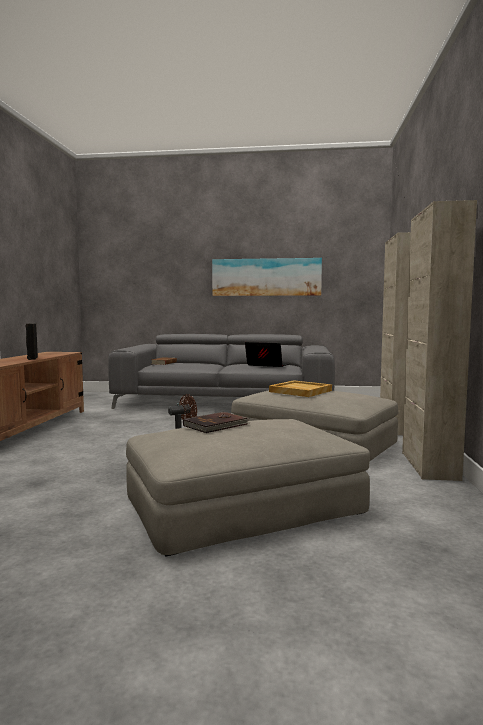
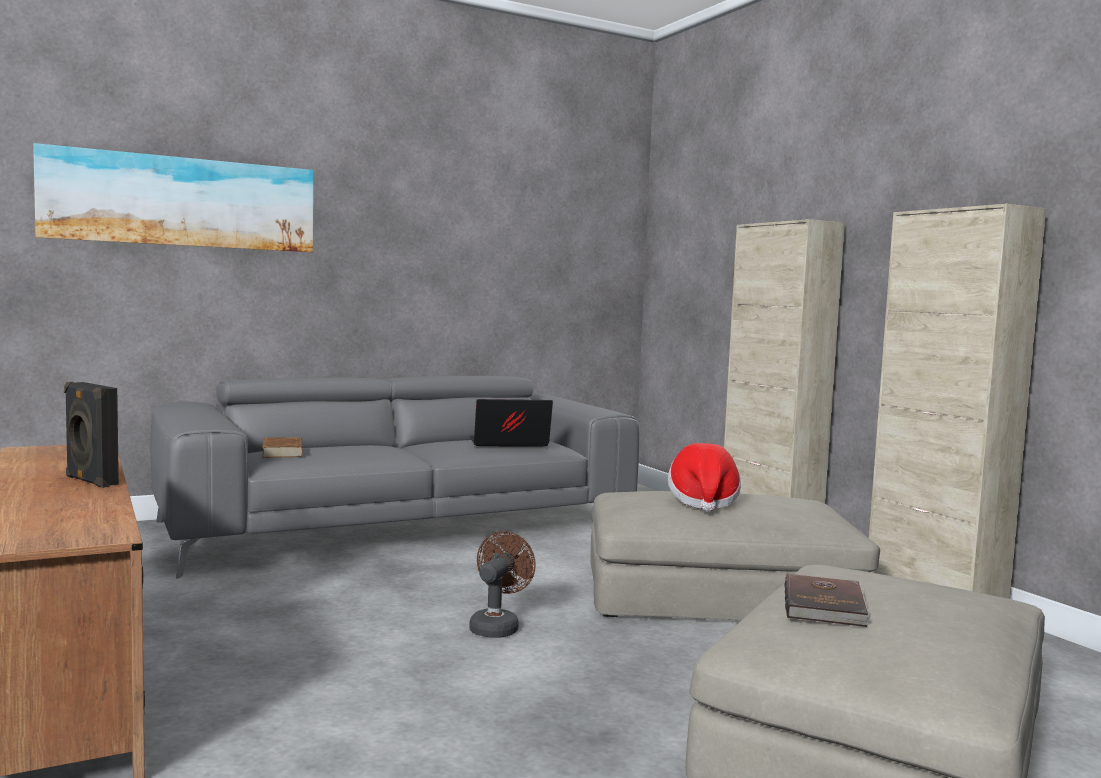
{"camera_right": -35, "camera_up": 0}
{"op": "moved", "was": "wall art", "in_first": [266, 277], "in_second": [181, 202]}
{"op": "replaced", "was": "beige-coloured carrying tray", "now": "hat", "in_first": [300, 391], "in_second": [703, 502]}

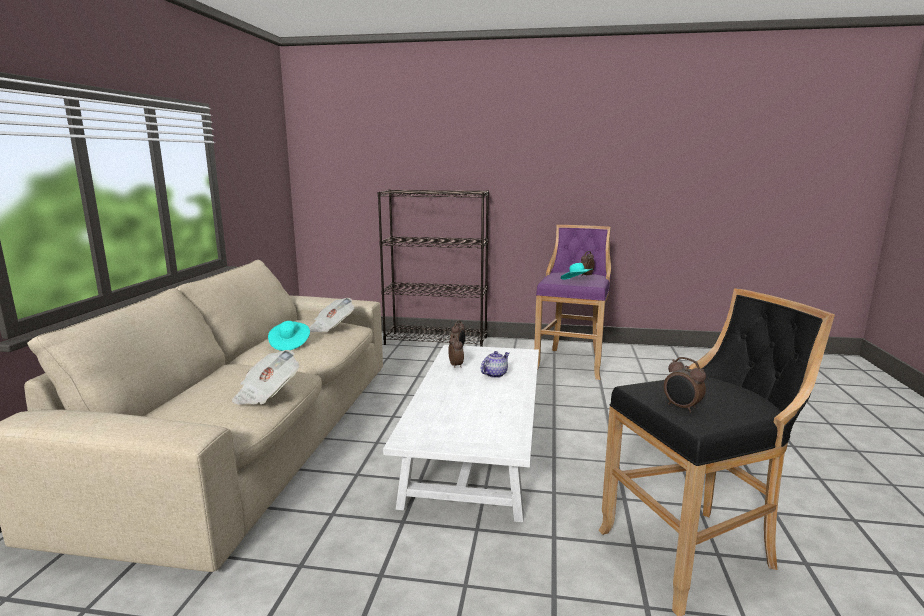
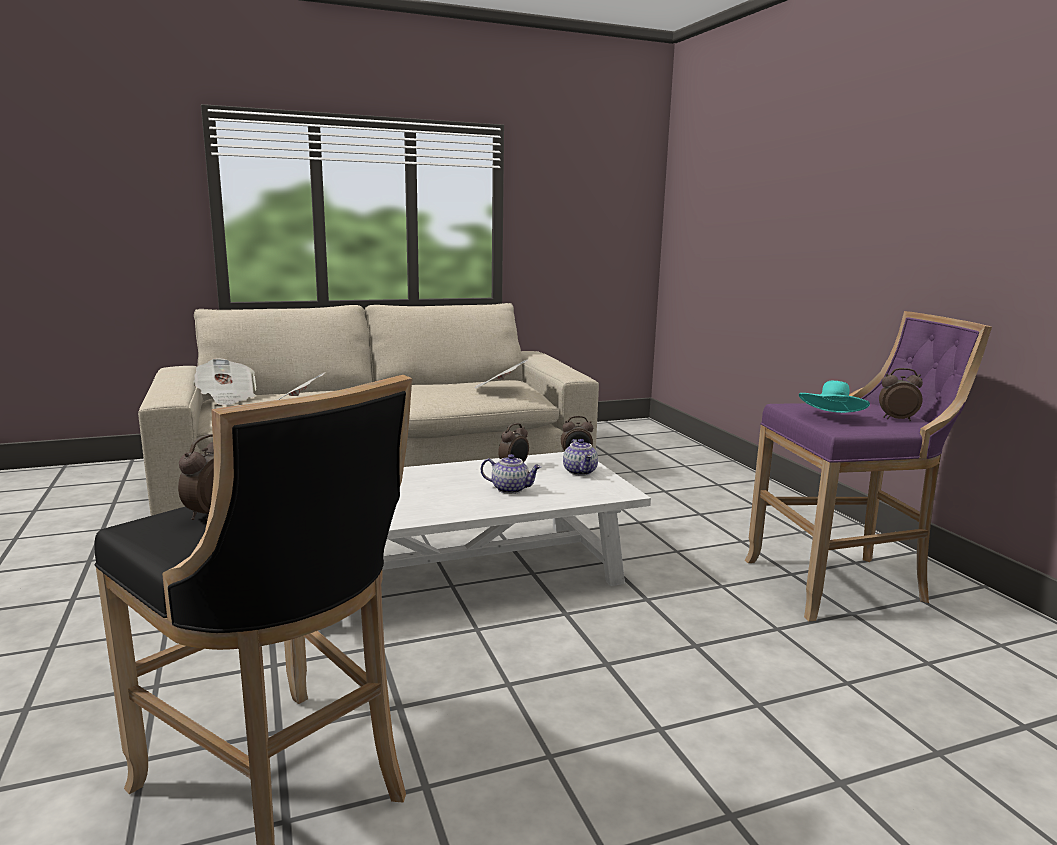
{"camera_right": 60, "camera_up": 0}
{"op": "removed", "was": "turquoise-coloured hat", "in_first": [289, 344]}
{"op": "removed", "was": "blackish bookshelf", "in_first": [436, 341]}
{"op": "added", "now": "newspaper", "in_second": [227, 398]}
{"op": "added", "now": "pot for tea", "in_second": [580, 472]}

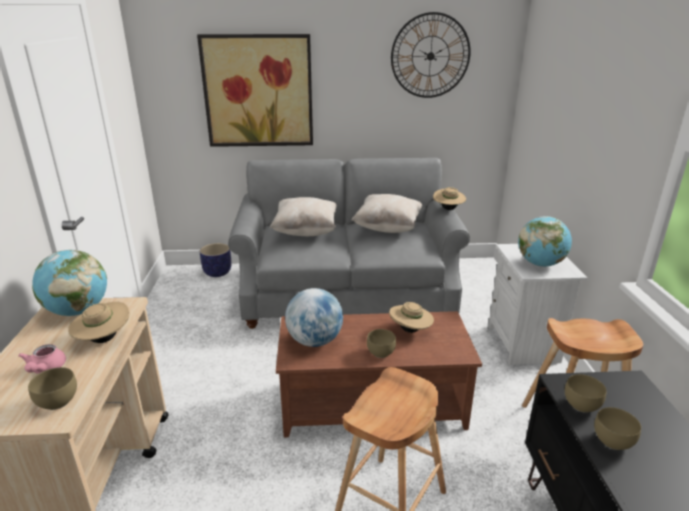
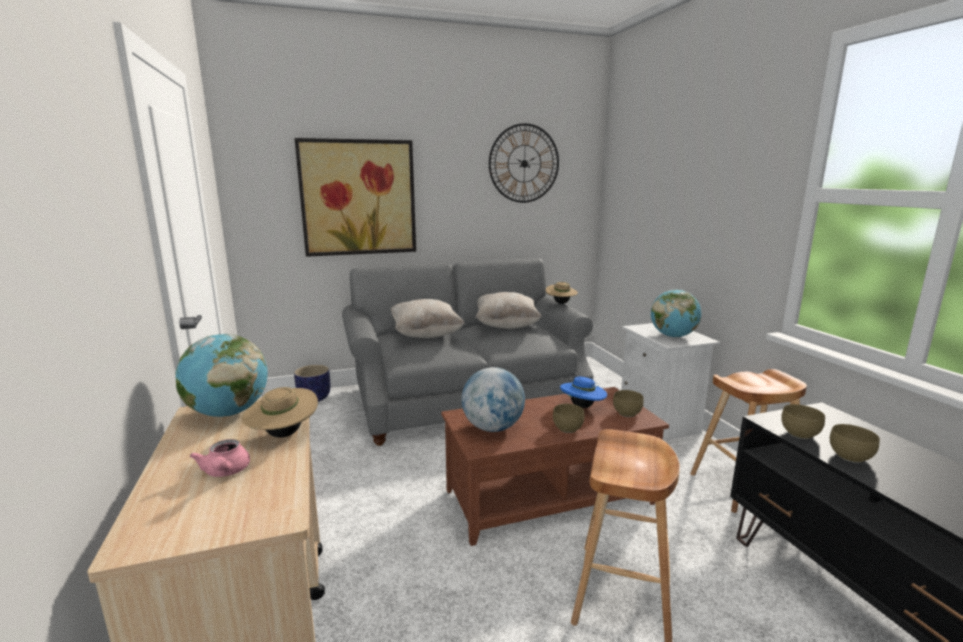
{"camera_right": -15, "camera_up": -10}
{"op": "moved", "was": "brown-coloured serving bowl", "in_first": [58, 401], "in_second": [626, 413]}
{"op": "recoloured", "was": "beige-coloured hat", "now": "blue hat", "in_first": [410, 330], "in_second": [582, 407]}

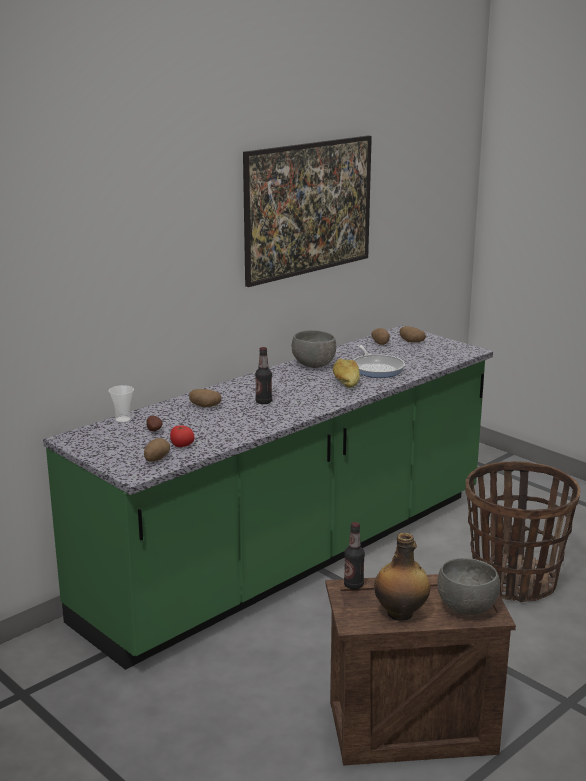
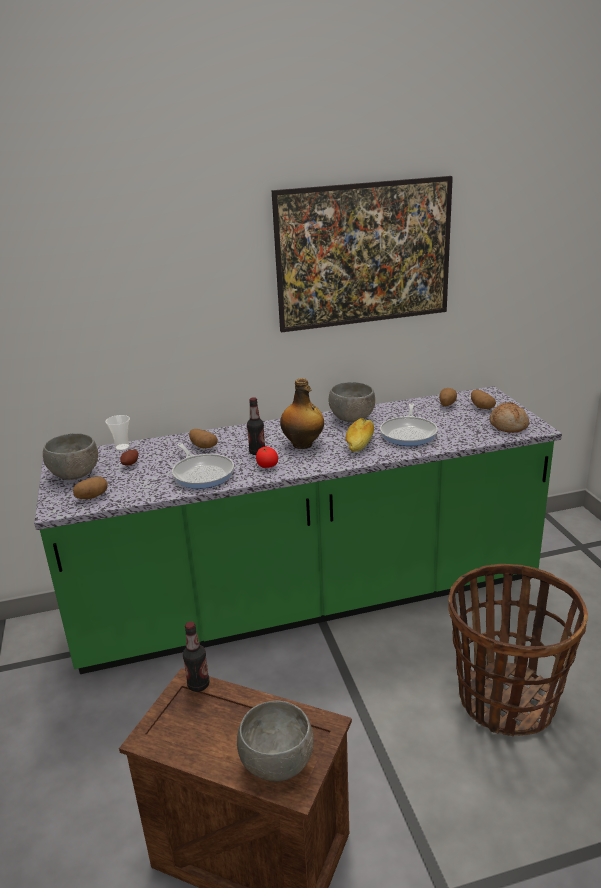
{"camera_right": 30, "camera_up": 5}
{"op": "added", "now": "gray serving bowl", "in_second": [75, 475]}
{"op": "added", "now": "pan", "in_second": [202, 473]}
{"op": "added", "now": "bread", "in_second": [508, 425]}
{"op": "moved", "was": "whole tomato", "in_first": [181, 445], "in_second": [267, 466]}
{"op": "moved", "was": "drink bottle", "in_first": [401, 613], "in_second": [303, 445]}

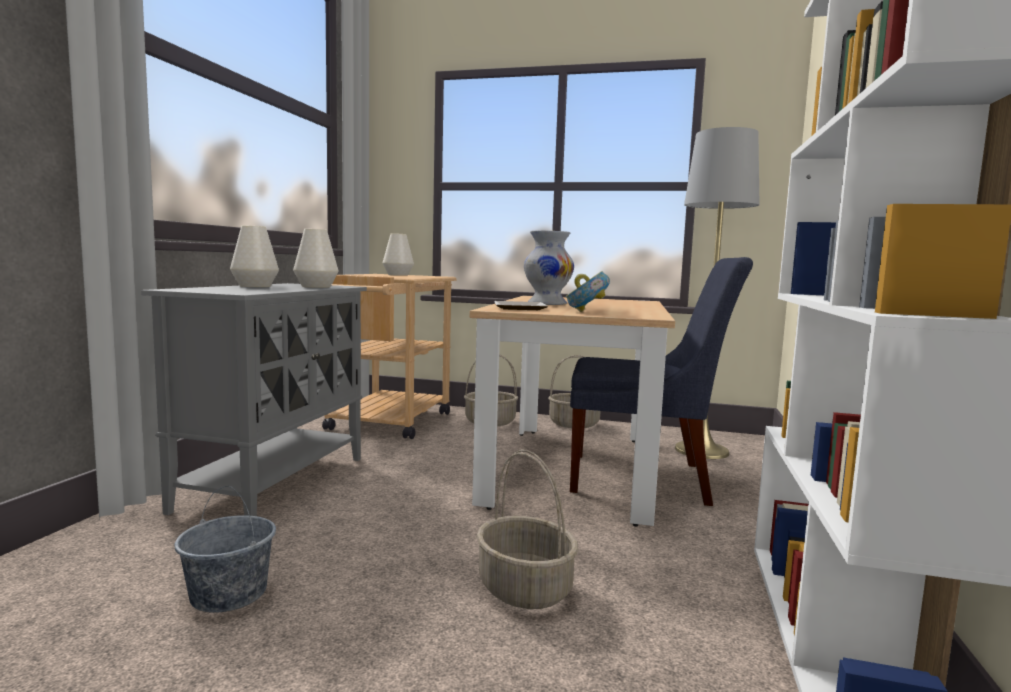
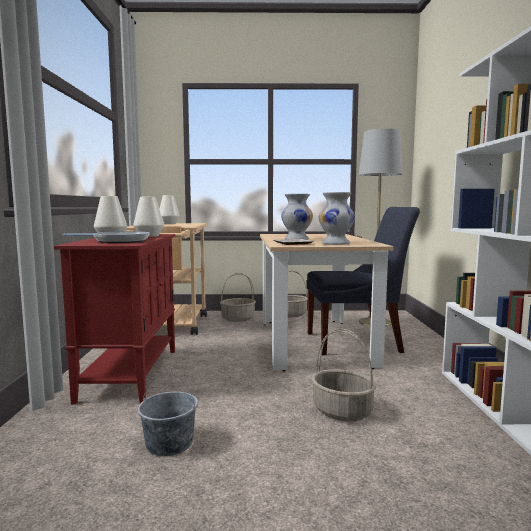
{"camera_right": -15, "camera_up": 0}
{"op": "added", "now": "pan", "in_second": [118, 241]}
{"op": "replaced", "was": "serving bowl", "now": "white-coloured decorative vase", "in_first": [586, 312], "in_second": [335, 243]}
{"op": "recoloured", "was": "gray cupboard", "now": "red-coloured cupboard", "in_first": [275, 482], "in_second": [131, 373]}

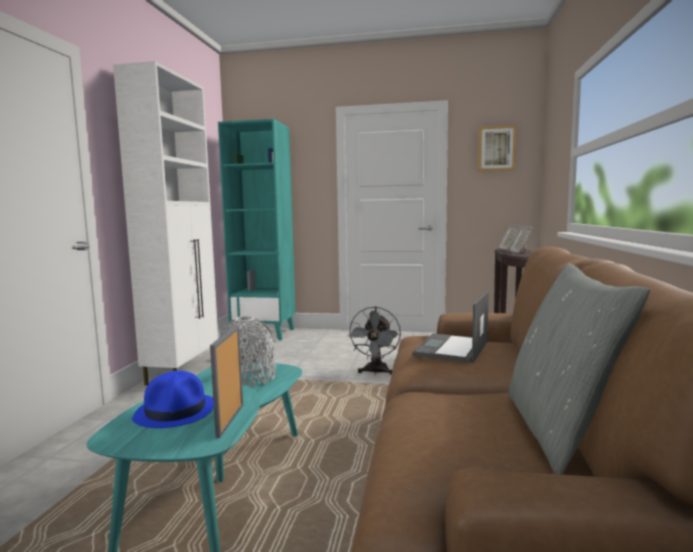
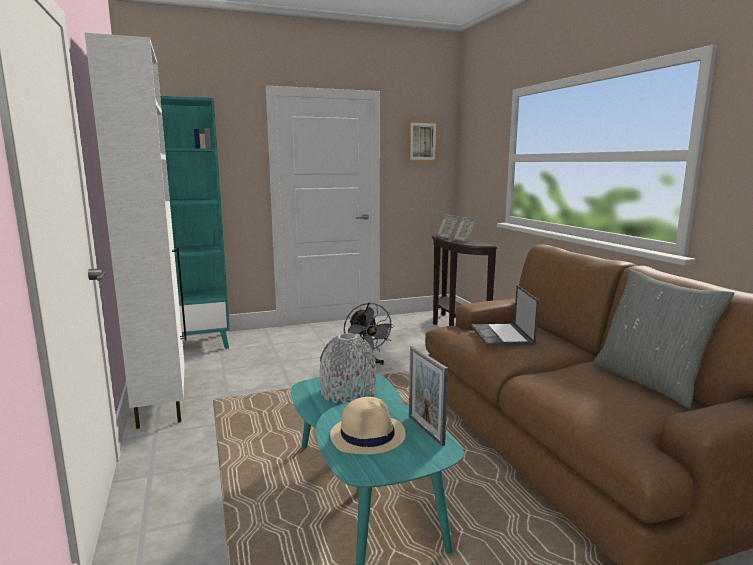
{"camera_right": -30, "camera_up": 5}
{"op": "recoloured", "was": "blue hat", "now": "beige-coloured hat", "in_first": [176, 411], "in_second": [368, 435]}

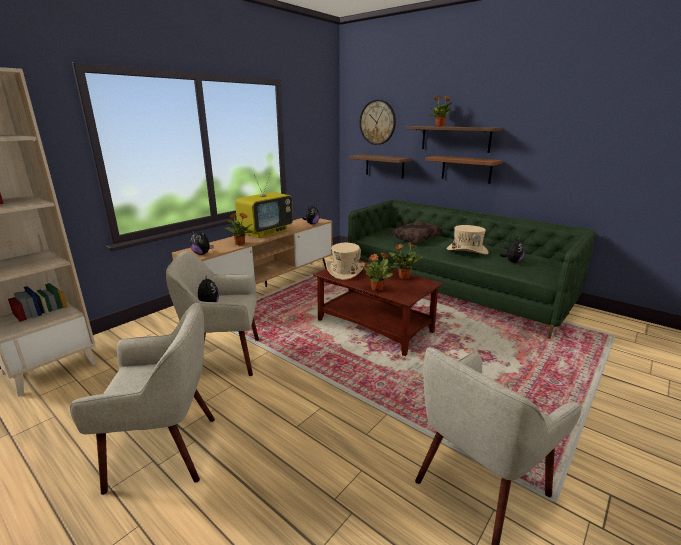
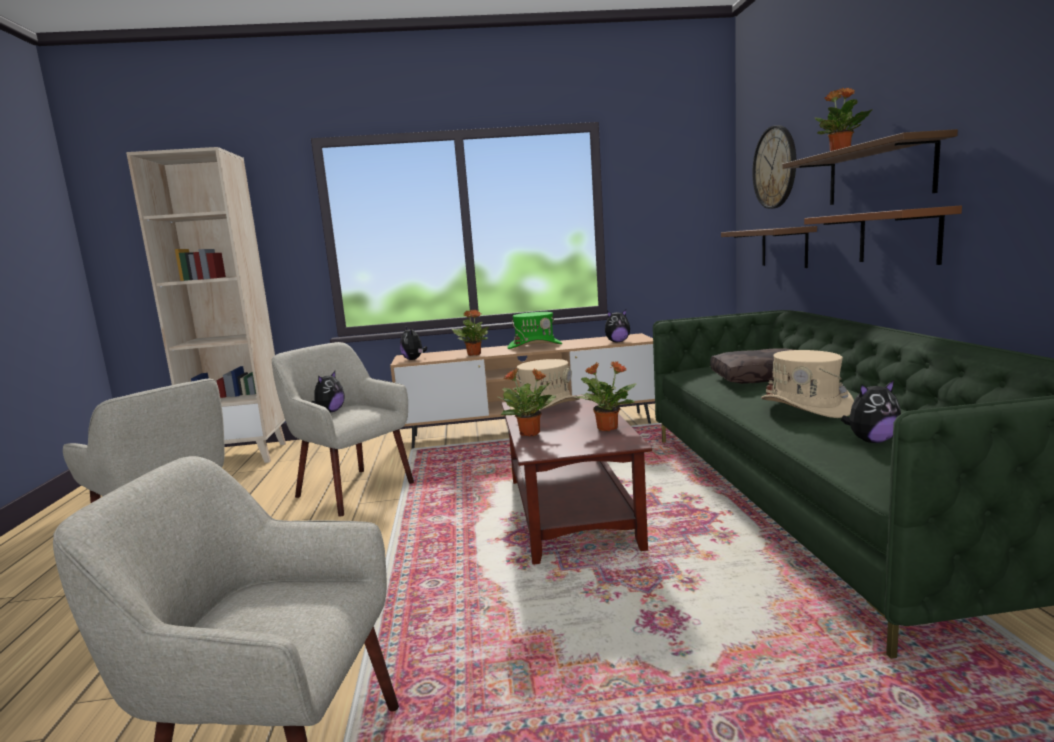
{"camera_right": 45, "camera_up": -10}
{"op": "replaced", "was": "TV", "now": "greenish hat", "in_first": [266, 232], "in_second": [535, 346]}

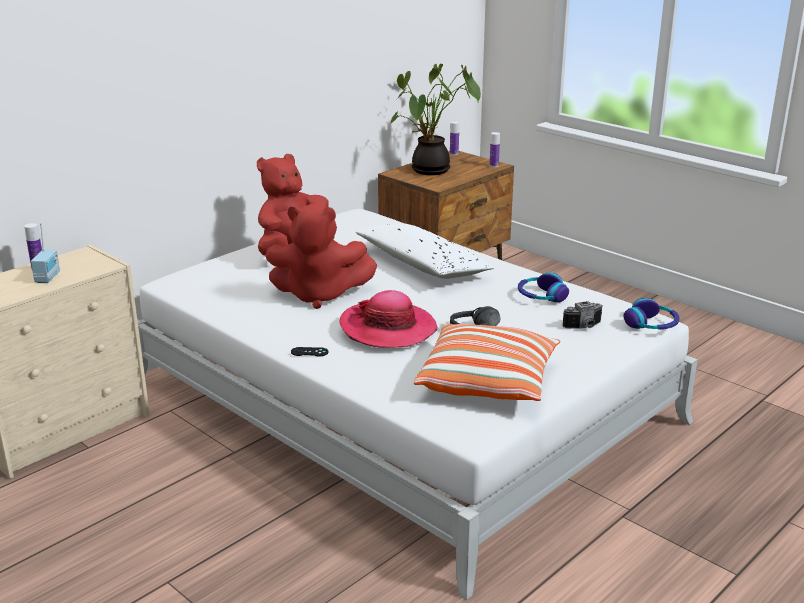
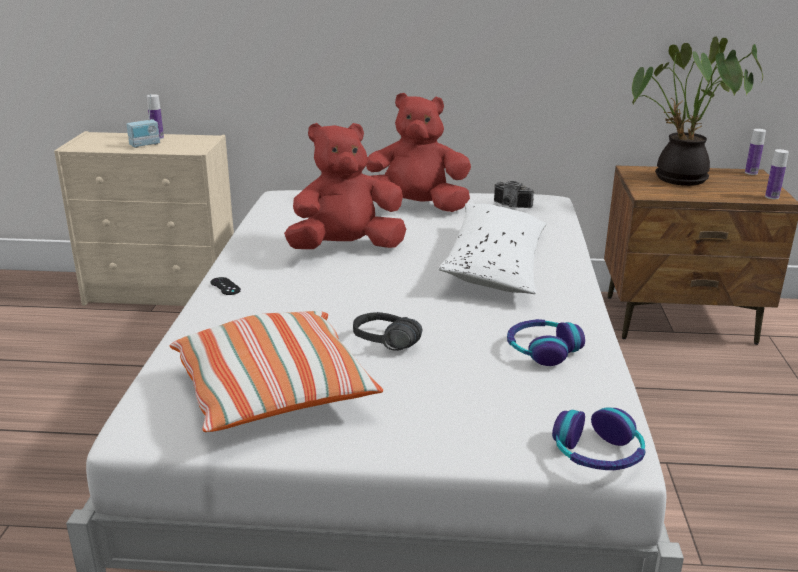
{"camera_right": 50, "camera_up": 0}
{"op": "removed", "was": "hat", "in_first": [388, 328]}
{"op": "moved", "was": "photo camera", "in_first": [584, 327], "in_second": [510, 206]}
{"op": "turned", "was": "red-coloured cuddly toy", "in_first": [319, 295], "in_second": [346, 248], "clockwise": 105}

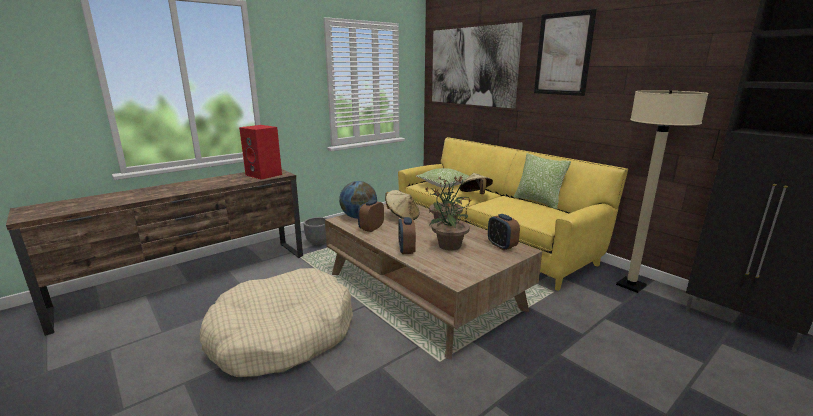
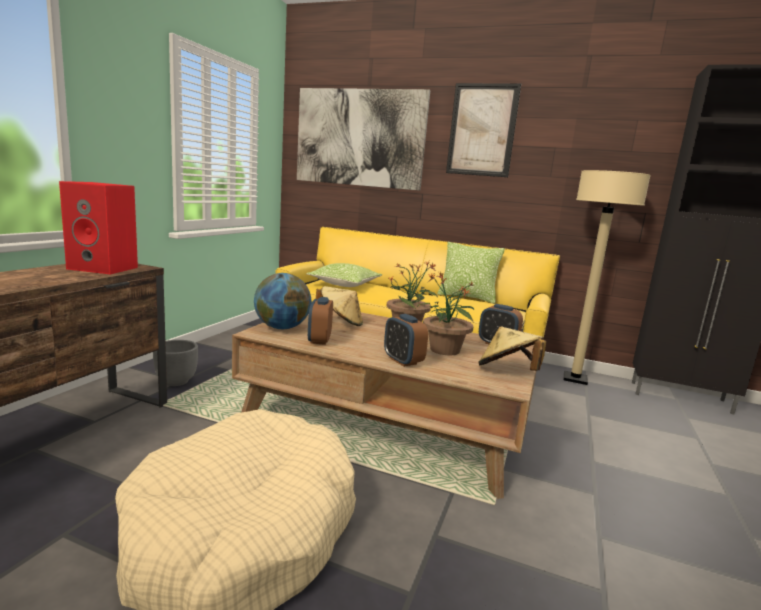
{"camera_right": -30, "camera_up": -5}
{"op": "moved", "was": "beige-coloured hat", "in_first": [475, 195], "in_second": [507, 371]}

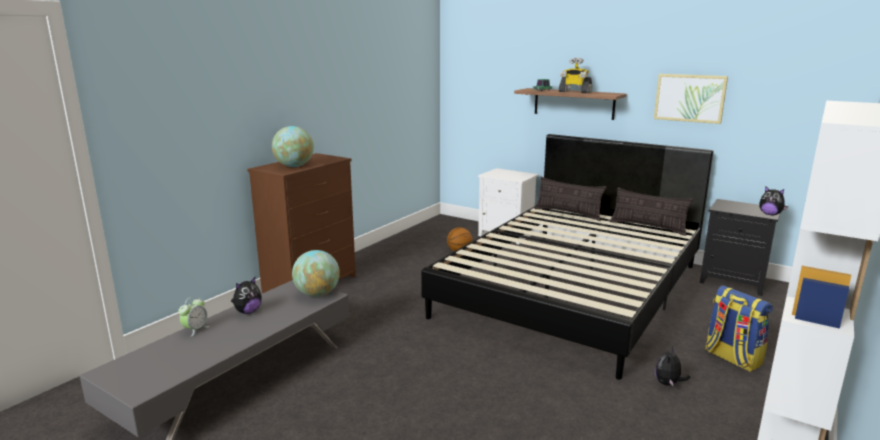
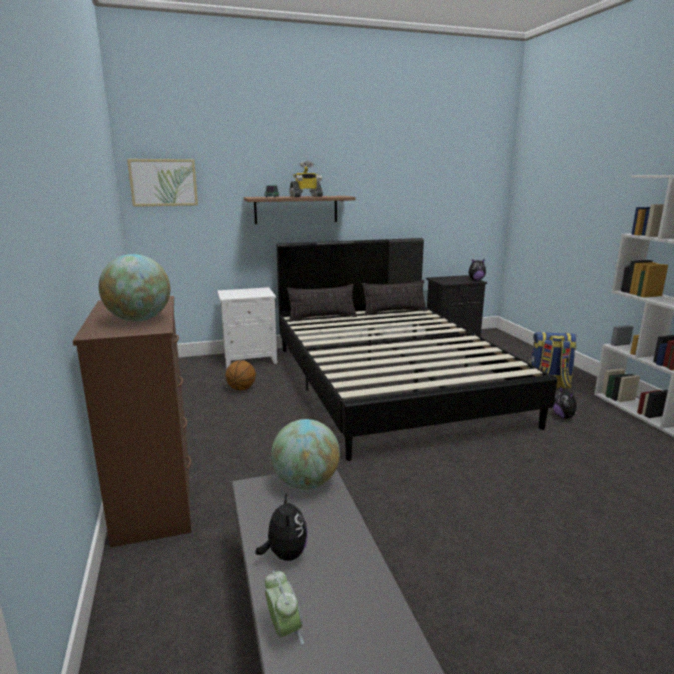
{"camera_right": -50, "camera_up": 0}
{"op": "moved", "was": "wall art", "in_first": [689, 98], "in_second": [163, 182]}

